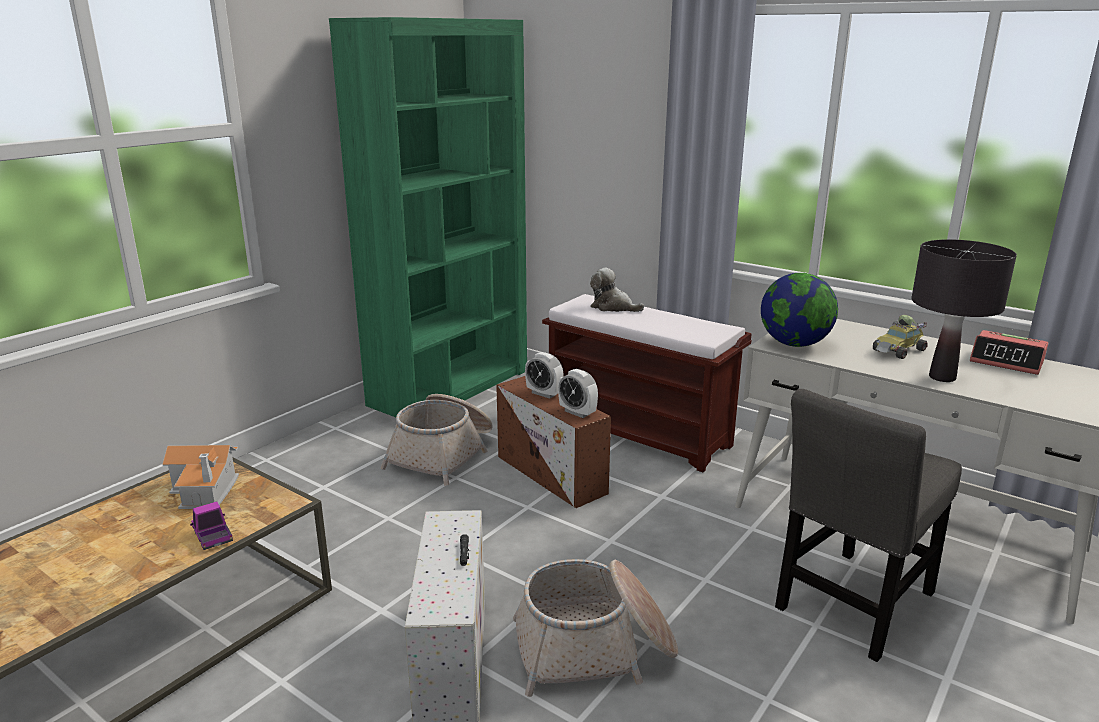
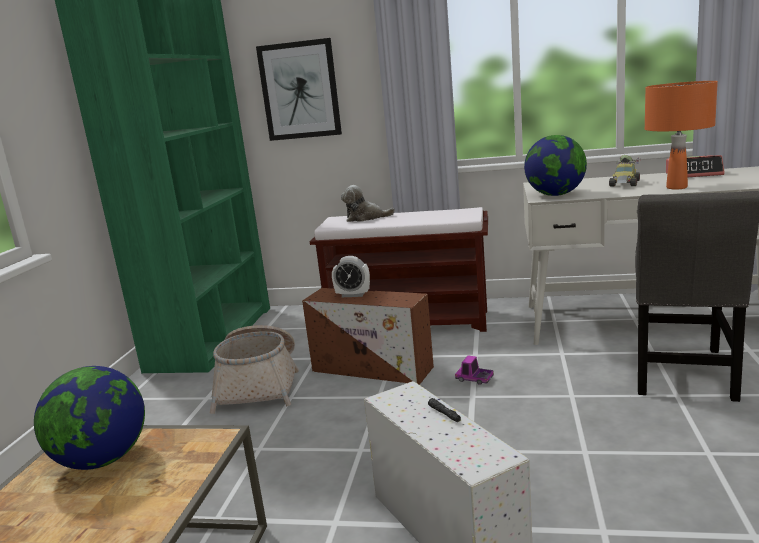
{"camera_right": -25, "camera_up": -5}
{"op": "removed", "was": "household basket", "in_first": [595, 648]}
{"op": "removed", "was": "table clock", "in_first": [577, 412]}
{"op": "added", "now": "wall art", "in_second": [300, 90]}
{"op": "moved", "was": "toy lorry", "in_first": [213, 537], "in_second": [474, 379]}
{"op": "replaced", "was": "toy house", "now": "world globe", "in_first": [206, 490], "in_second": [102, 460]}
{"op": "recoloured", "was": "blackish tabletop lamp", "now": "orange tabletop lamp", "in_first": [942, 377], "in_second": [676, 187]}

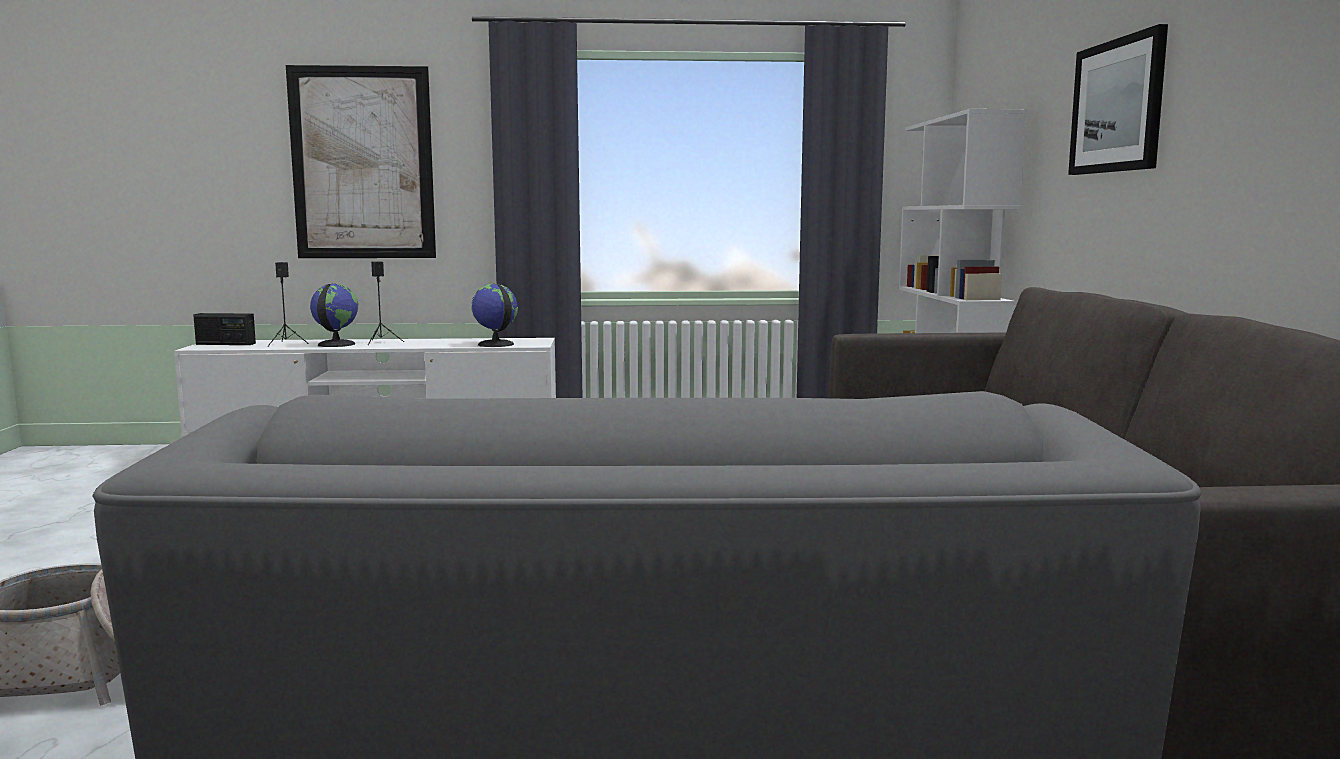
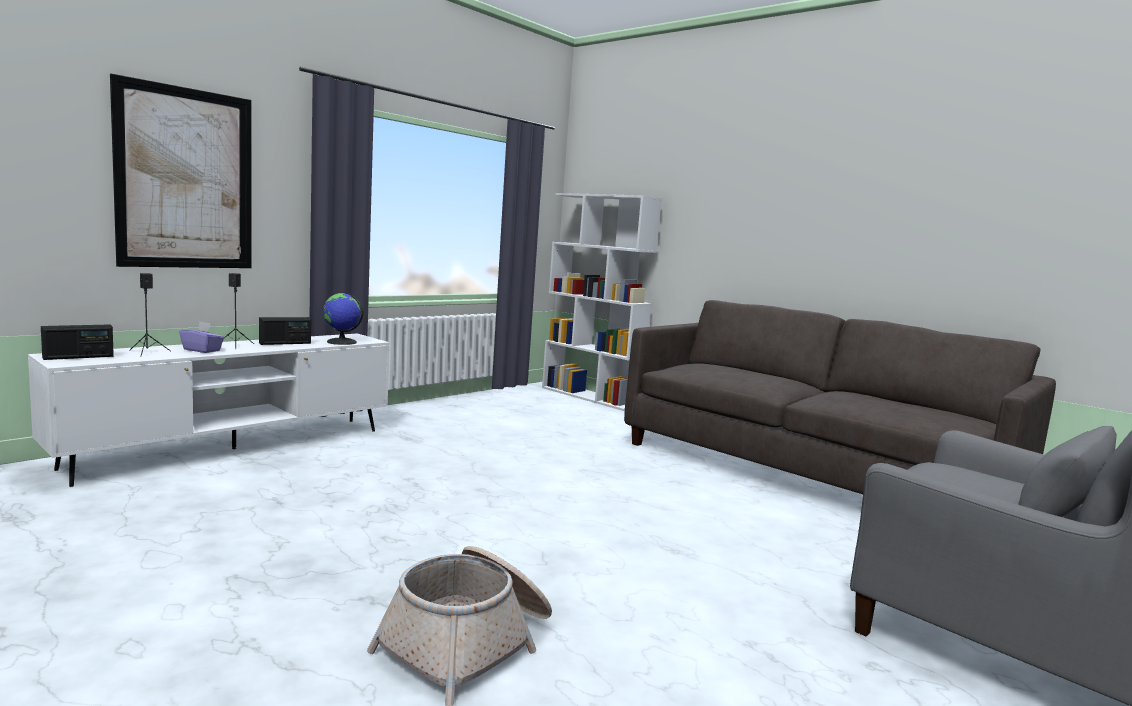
{"camera_right": -45, "camera_up": 0}
{"op": "removed", "was": "wall art", "in_first": [1117, 106]}
{"op": "added", "now": "radio receiver", "in_second": [285, 343]}
{"op": "replaced", "was": "world globe", "now": "purple tissue holder", "in_first": [335, 344], "in_second": [202, 350]}

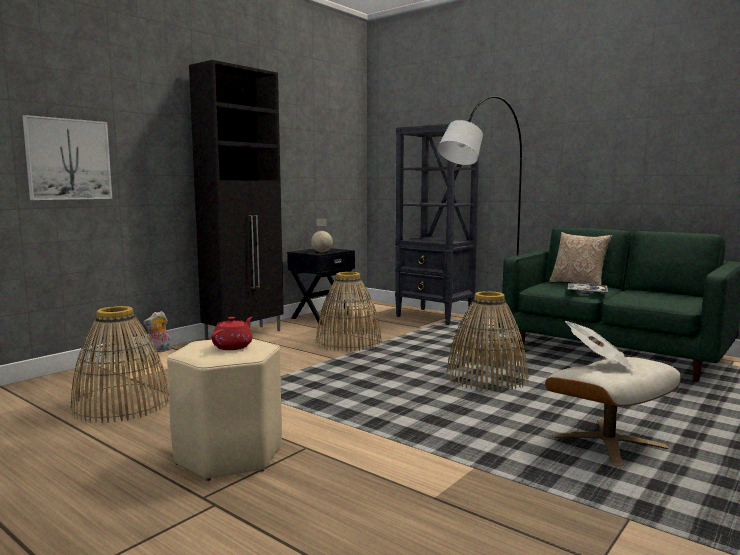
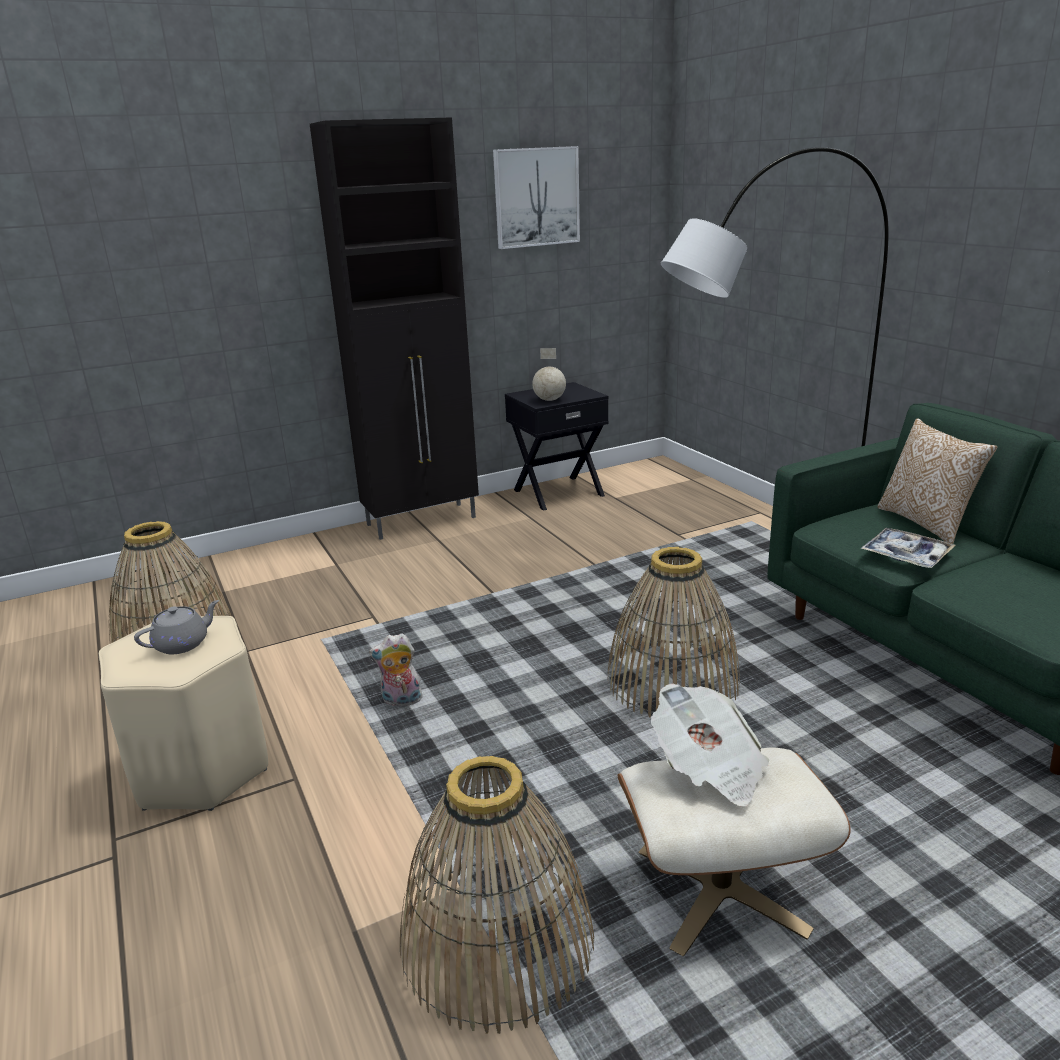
{"camera_right": 25, "camera_up": 15}
{"op": "removed", "was": "blackish bookshelf", "in_first": [435, 317]}
{"op": "moved", "was": "wall art", "in_first": [68, 159], "in_second": [536, 197]}
{"op": "moved", "was": "cuddly toy", "in_first": [159, 351], "in_second": [401, 701]}
{"op": "moved", "was": "household basket", "in_first": [348, 342], "in_second": [498, 942]}
{"op": "recoloured", "was": "red-coloured pot for tea", "now": "gray pot for tea", "in_first": [233, 346], "in_second": [183, 644]}

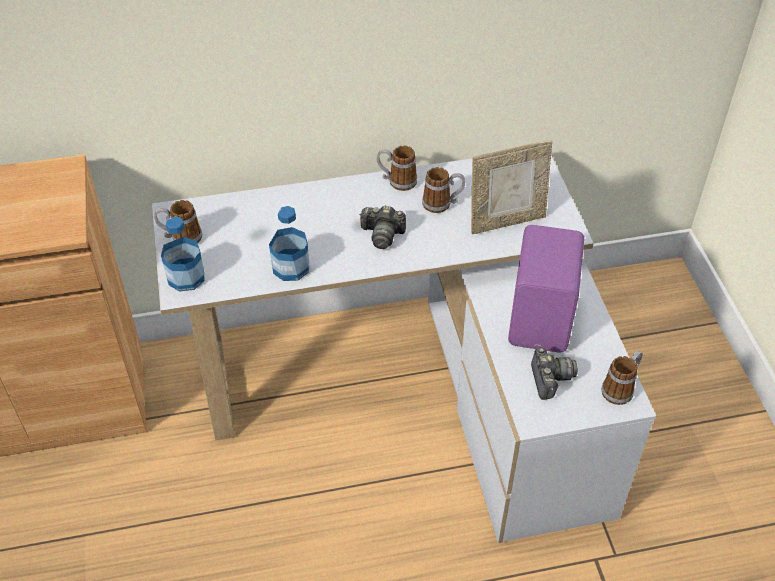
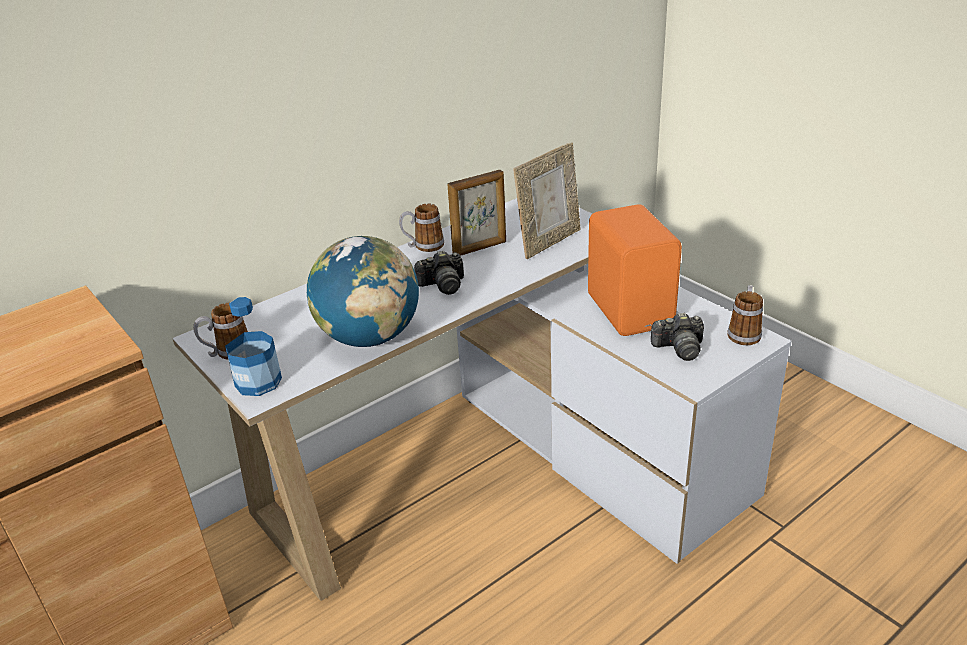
{"camera_right": -25, "camera_up": -15}
{"op": "replaced", "was": "drink bottle", "now": "world globe", "in_first": [291, 267], "in_second": [370, 337]}
{"op": "replaced", "was": "mug", "now": "picture frame", "in_first": [442, 204], "in_second": [480, 248]}
{"op": "recoloured", "was": "purple loudspeaker", "now": "orange loudspeaker", "in_first": [543, 319], "in_second": [631, 310]}
{"op": "turned", "was": "photo camera", "in_first": [550, 379], "in_second": [679, 348], "clockwise": 120}

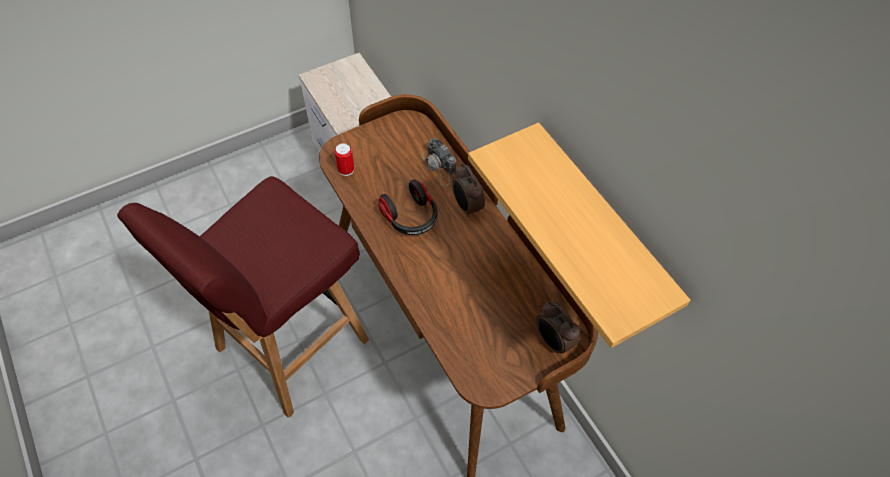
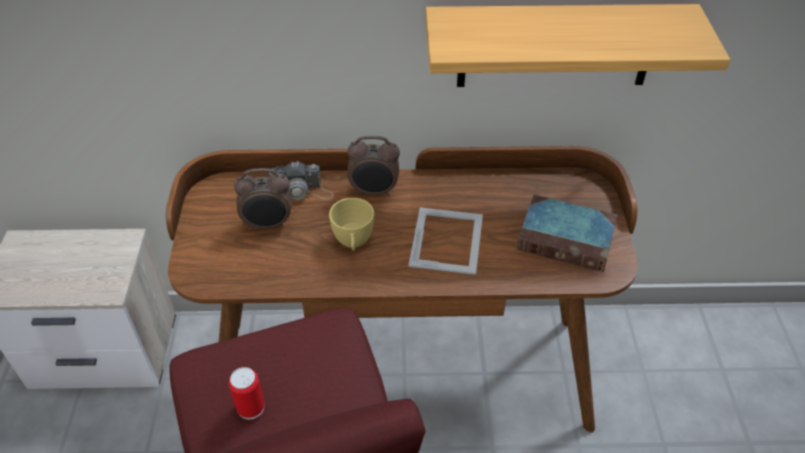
{"camera_right": -60, "camera_up": -10}
{"op": "added", "now": "picture frame", "in_second": [447, 239]}
{"op": "added", "now": "volume", "in_second": [568, 238]}
{"op": "moved", "was": "can", "in_first": [346, 170], "in_second": [251, 407]}
{"op": "moved", "was": "table clock", "in_first": [552, 341], "in_second": [268, 225]}
{"op": "replaced", "was": "pair of headphones", "now": "yellow drinking cup", "in_first": [410, 218], "in_second": [353, 243]}

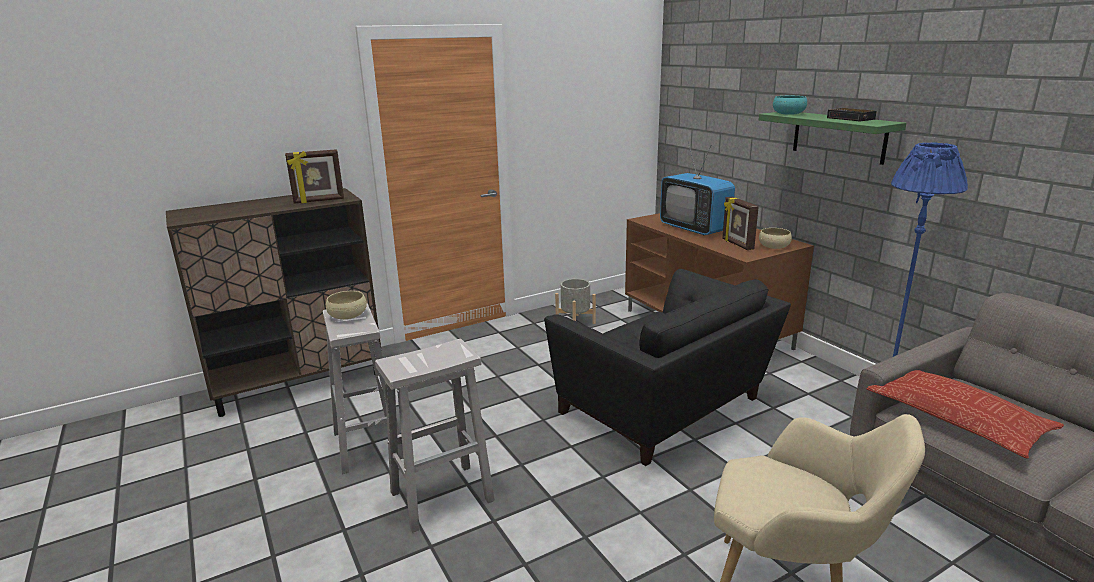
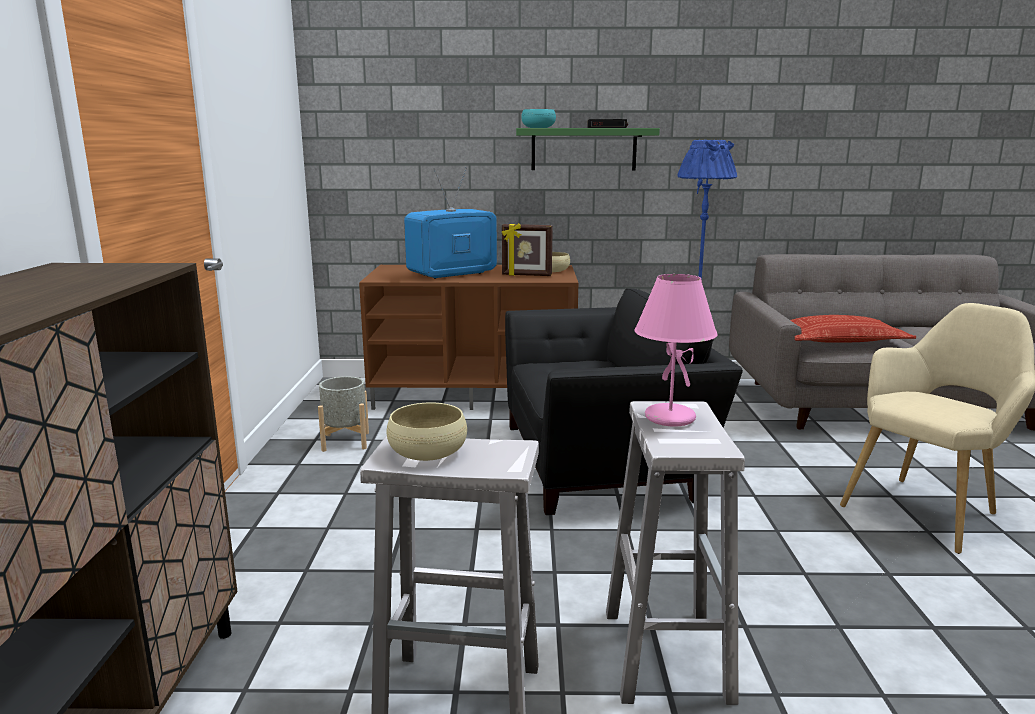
{"camera_right": -60, "camera_up": -5}
{"op": "removed", "was": "picture frame", "in_first": [319, 201]}
{"op": "added", "now": "pink-coloured tabletop lamp", "in_second": [668, 418]}
{"op": "turned", "was": "TV", "in_first": [694, 229], "in_second": [452, 274], "clockwise": 150}

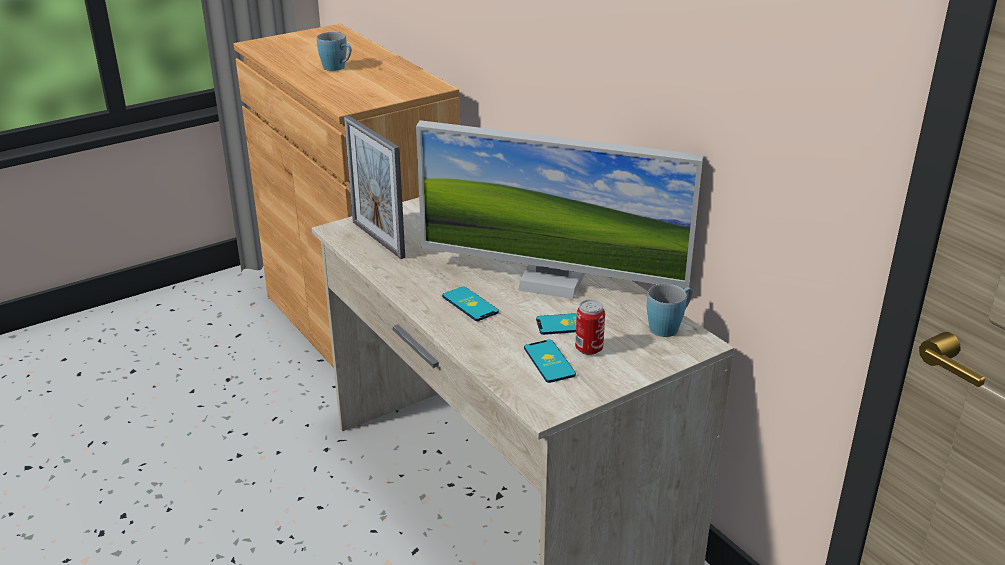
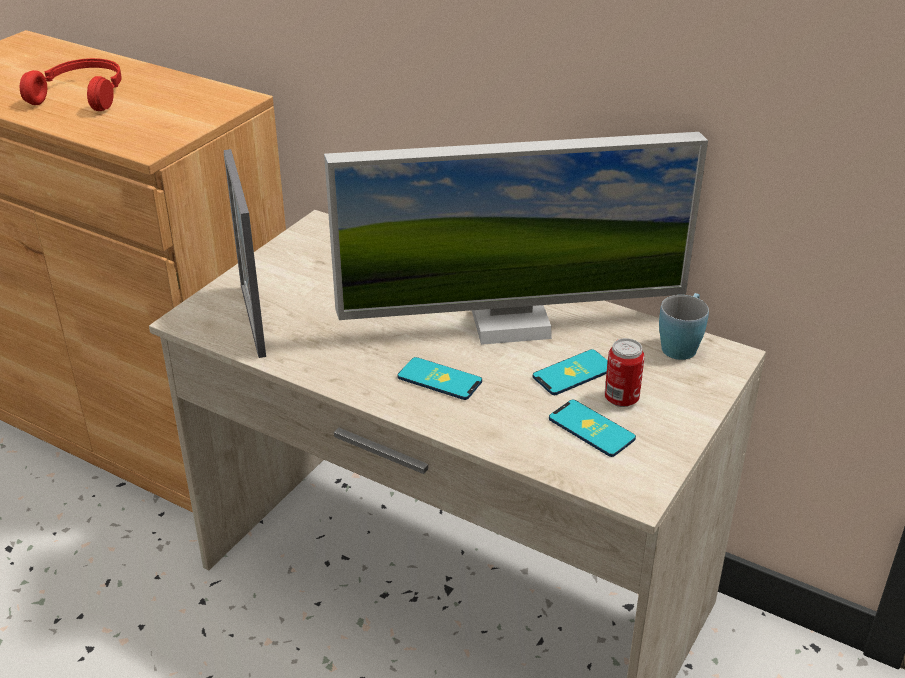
{"camera_right": -25, "camera_up": 5}
{"op": "replaced", "was": "blue mug", "now": "red-coloured pair of headphones", "in_first": [338, 68], "in_second": [83, 95]}
{"op": "turned", "was": "picture frame", "in_first": [378, 239], "in_second": [253, 320], "clockwise": 45}

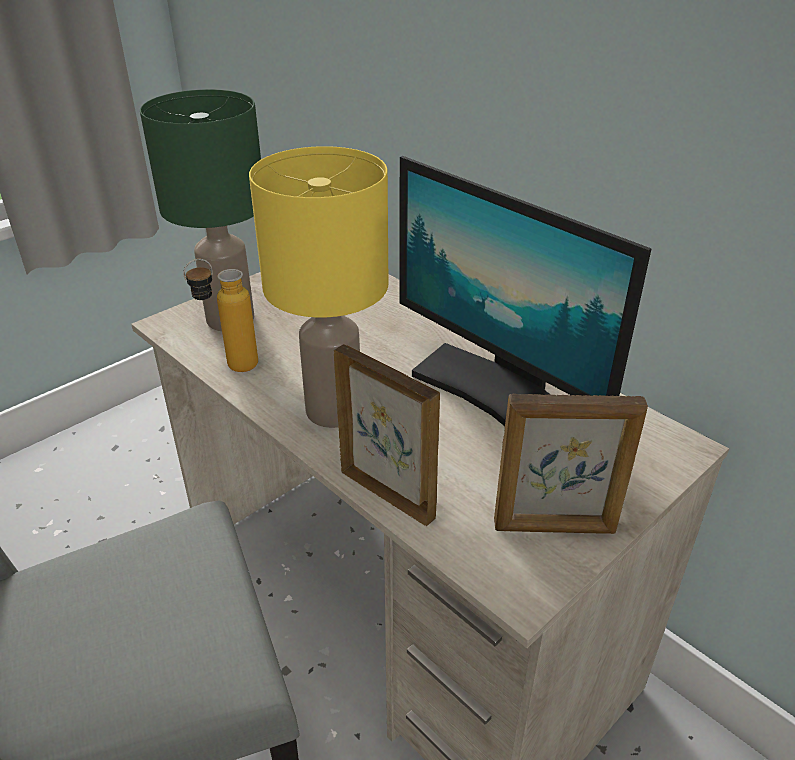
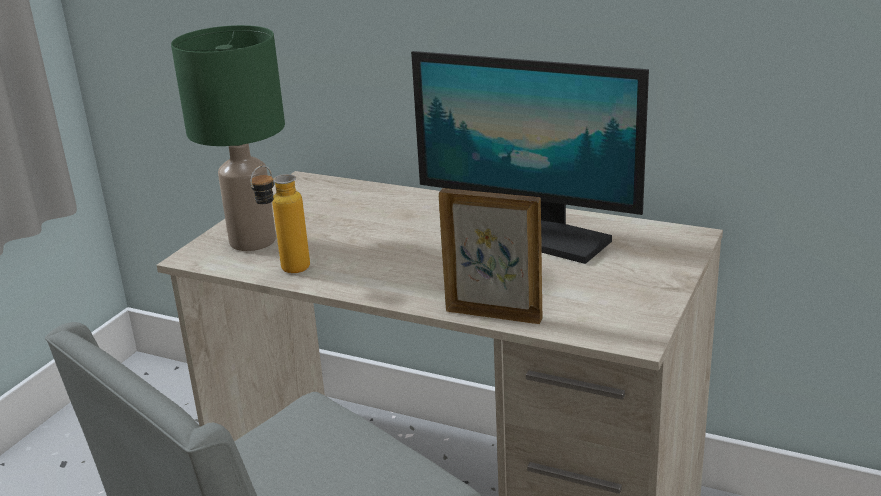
{"camera_right": -20, "camera_up": -10}
{"op": "removed", "was": "yellow tabletop lamp", "in_first": [334, 411]}
{"op": "removed", "was": "picture frame", "in_first": [555, 528]}

